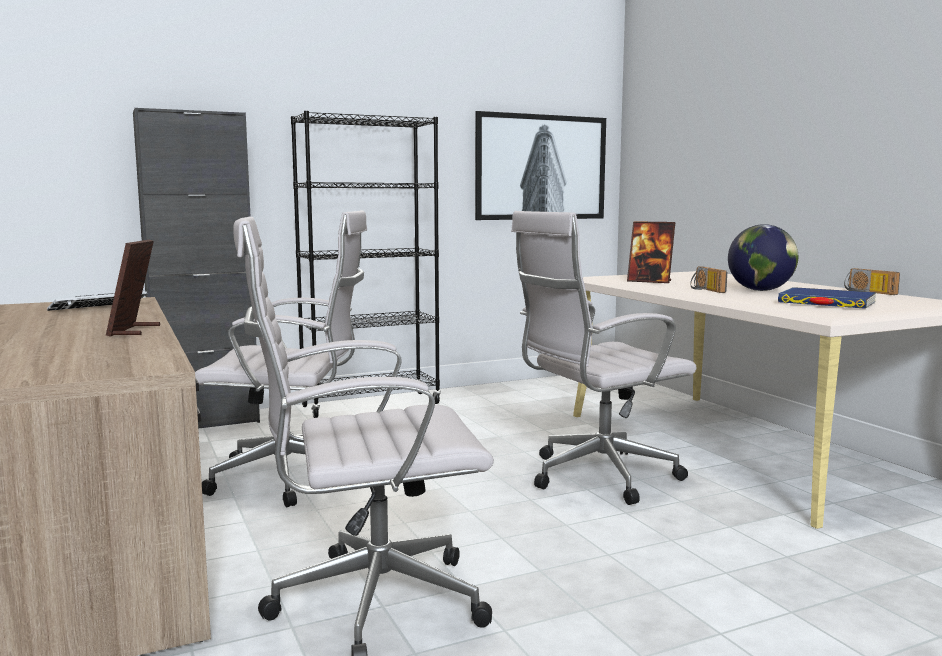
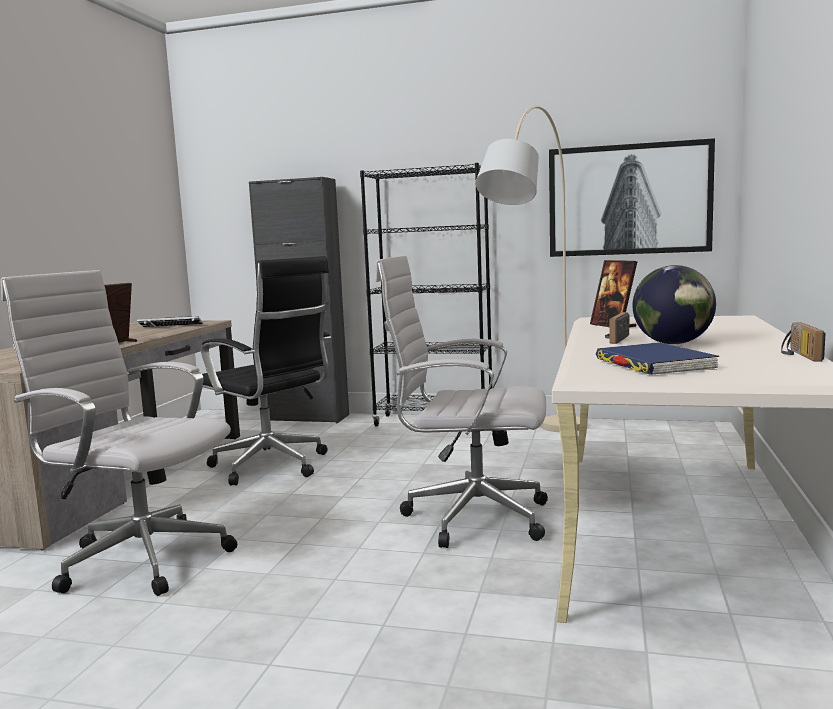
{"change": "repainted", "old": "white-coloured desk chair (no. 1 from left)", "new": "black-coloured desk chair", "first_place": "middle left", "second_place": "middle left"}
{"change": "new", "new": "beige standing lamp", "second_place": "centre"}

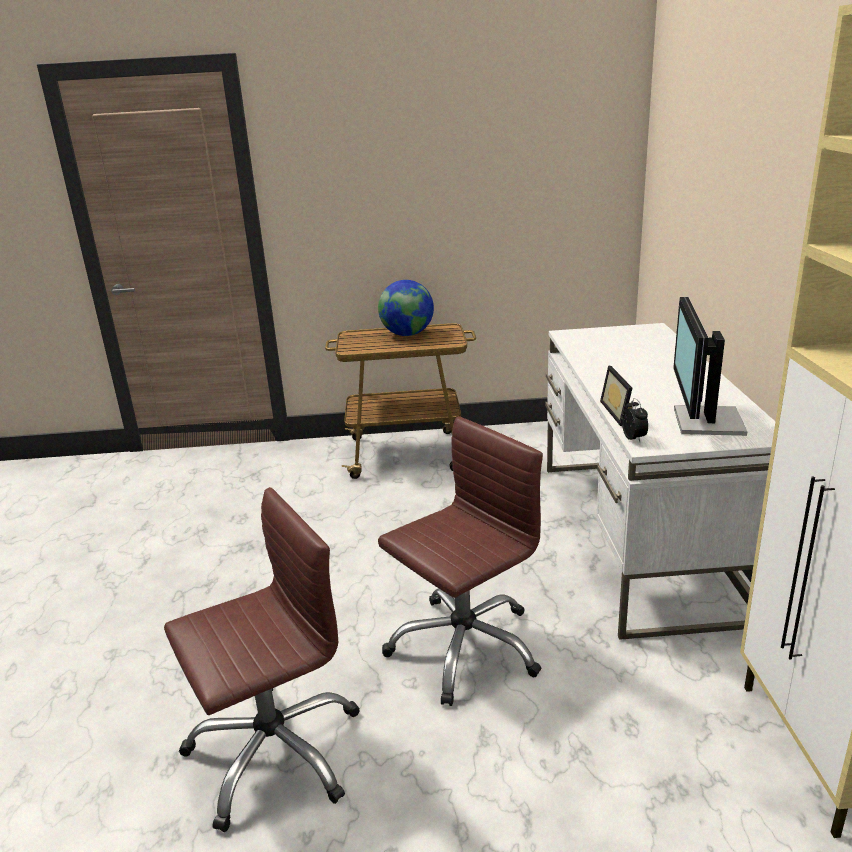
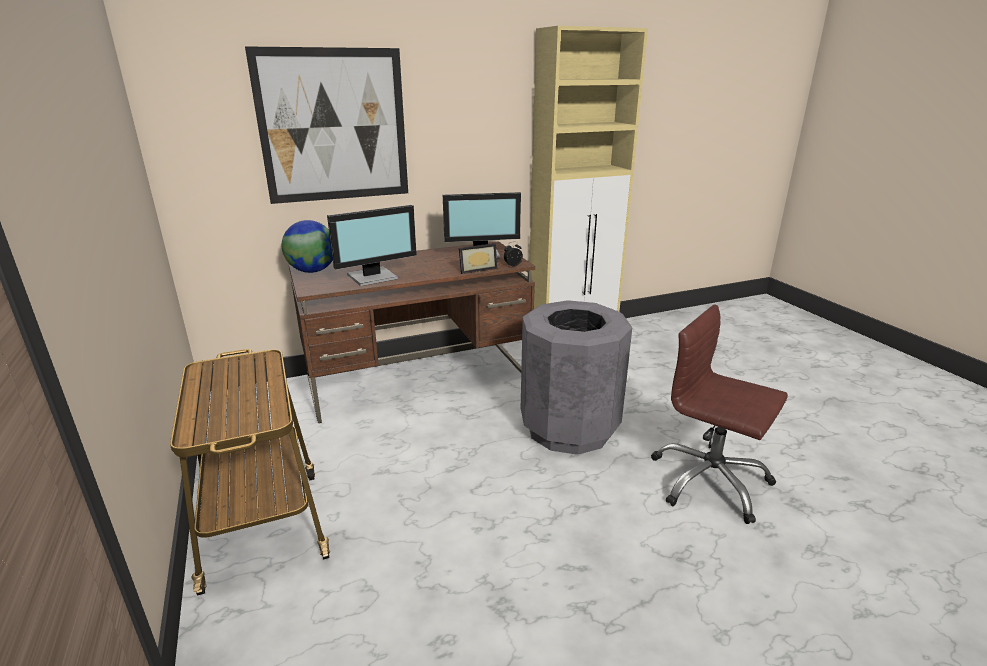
{"change": "new", "new": "picture", "second_place": "top left"}
{"change": "shifted", "old": "desk globe", "first_place": "centre", "second_place": "middle left"}
{"change": "repainted", "old": "white-coloured desk table", "new": "brown-coloured desk table", "first_place": "middle right", "second_place": "centre"}
{"change": "new", "new": "computer screen (no. 1 from left)", "second_place": "centre"}
{"change": "swapped", "old": "brown-coloured desk chair (no. 2 from left)", "new": "gray waste bin", "first_place": "centre", "second_place": "centre"}

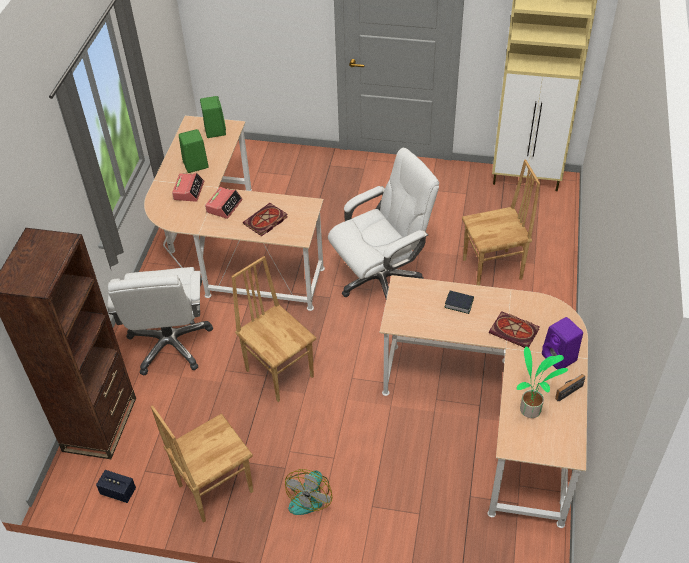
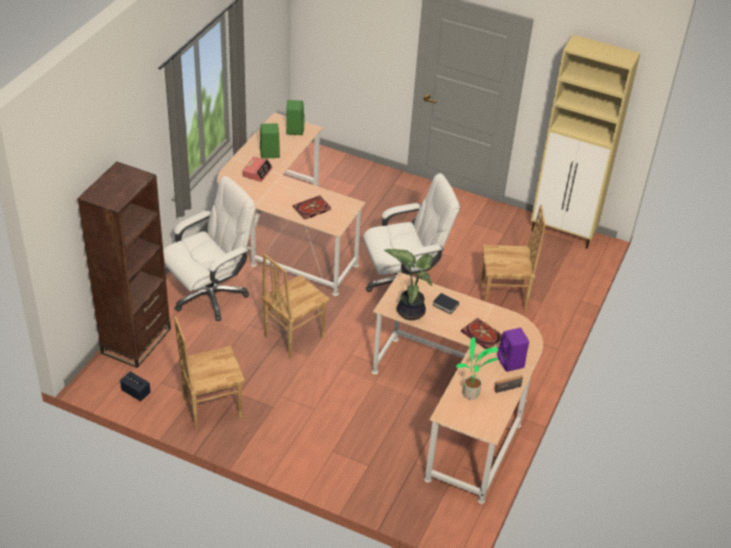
{"change": "rotated", "old": "white-coloured desk chair (no. 1 from left)", "first_place": "middle left", "second_place": "middle left", "degrees": -135}
{"change": "rotated", "old": "brown-coloured plain chair (no. 2 from left)", "first_place": "centre", "second_place": "centre", "degrees": -105}
{"change": "new", "new": "houseplant (no. 1 from left)", "second_place": "centre"}
{"change": "gone", "old": "alarm clock (no. 2 from left)", "first_place": "middle left"}
{"change": "gone", "old": "fan", "first_place": "bottom centre"}

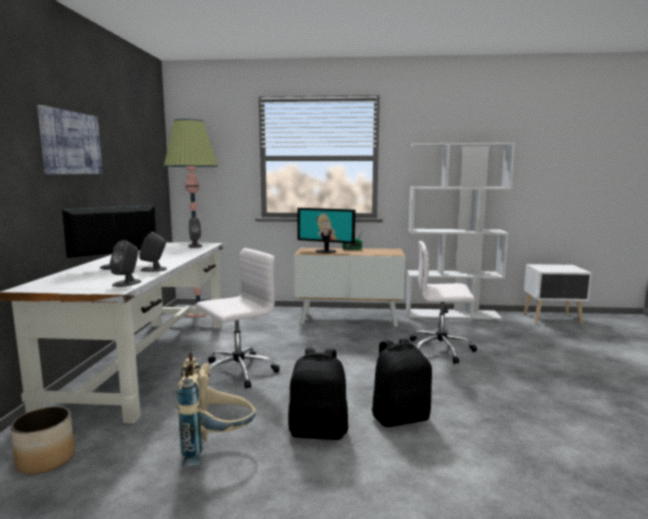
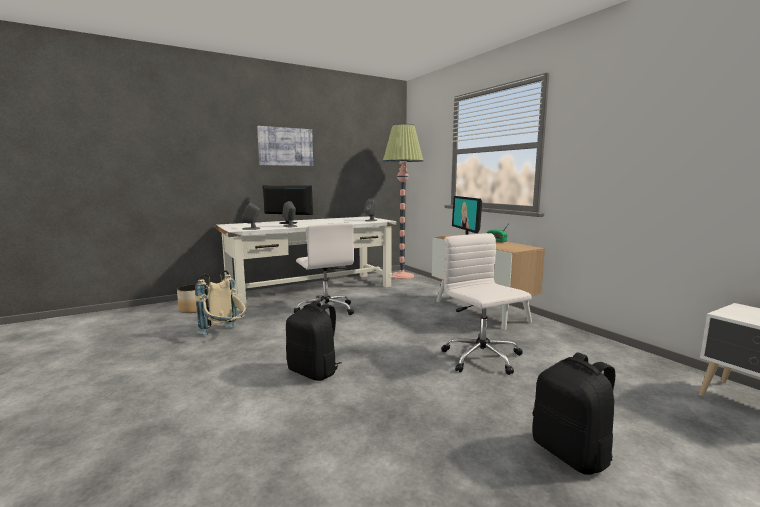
{"change": "rotated", "old": "white-coloured desk chair (no. 1 from left)", "first_place": "centre", "second_place": "centre", "degrees": 45}
{"change": "shifted", "old": "black-coloured knapsack (no. 1 from left in the first image)", "new": "black-coloured knapsack (no. 2 from left)", "first_place": "bottom centre", "second_place": "bottom right"}
{"change": "gone", "old": "white-coloured shelving unit", "first_place": "middle right"}

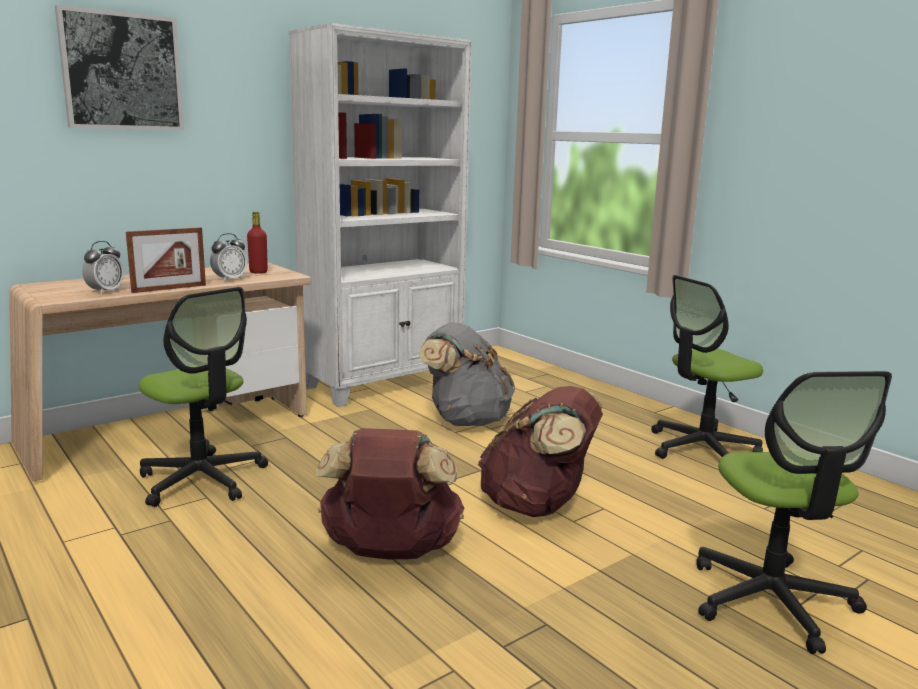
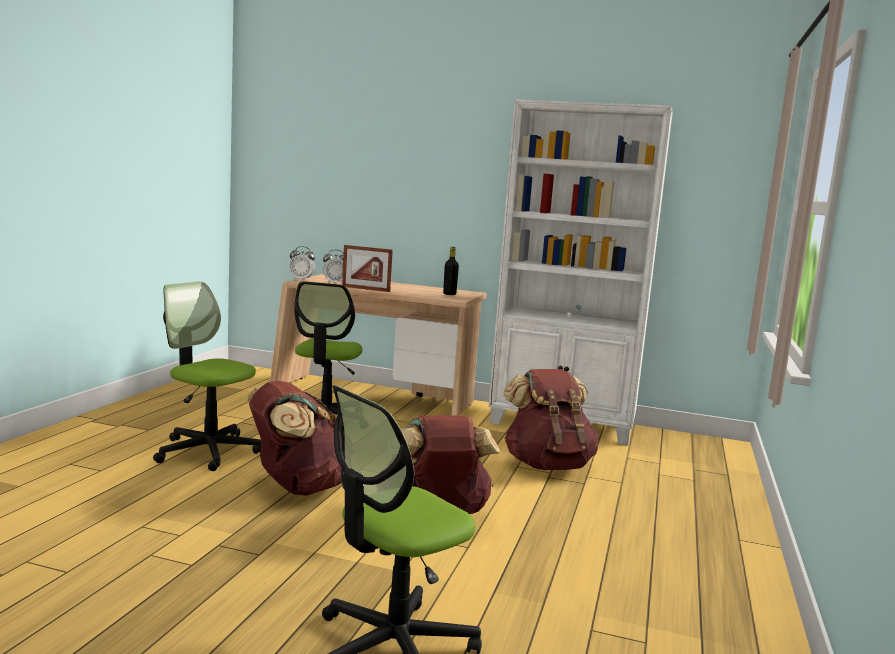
{"change": "shifted", "old": "desk chair (no. 2 from left in the first image)", "new": "desk chair (no. 1 from left)", "first_place": "middle right", "second_place": "middle left"}
{"change": "shifted", "old": "alarm clock (no. 2 from left in the first image)", "new": "alarm clock (no. 1 from left)", "first_place": "middle left", "second_place": "centre"}
{"change": "repainted", "old": "red beverage bottle", "new": "black-coloured beverage bottle", "first_place": "middle left", "second_place": "centre"}
{"change": "repainted", "old": "gray knapsack", "new": "brown-coloured knapsack (no. 3 from left)", "first_place": "centre", "second_place": "centre"}
{"change": "gone", "old": "picture", "first_place": "top left"}

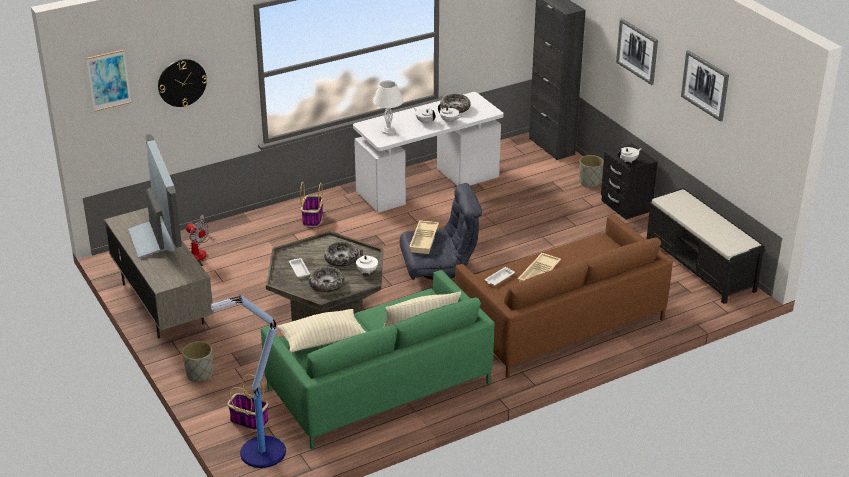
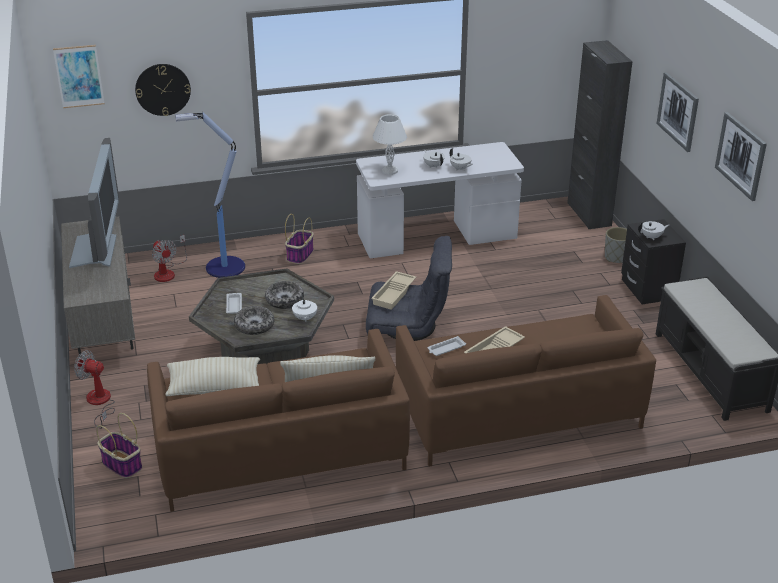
{"change": "swapped", "old": "gray flower pot (no. 1 from left)", "new": "fan (no. 1 from left)", "first_place": "bottom left", "second_place": "bottom left"}
{"change": "repainted", "old": "greenish couch", "new": "brown-coloured couch (no. 1 from left)", "first_place": "bottom centre", "second_place": "bottom centre"}
{"change": "shifted", "old": "standing lamp", "first_place": "bottom left", "second_place": "top left"}
{"change": "gone", "old": "bowl (no. 3 from left)", "first_place": "top centre"}

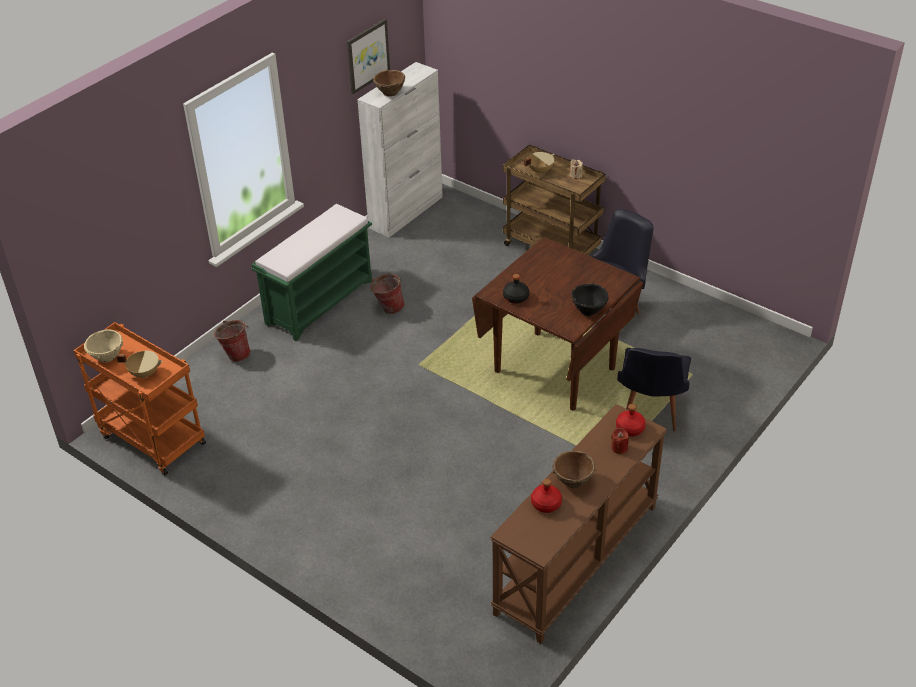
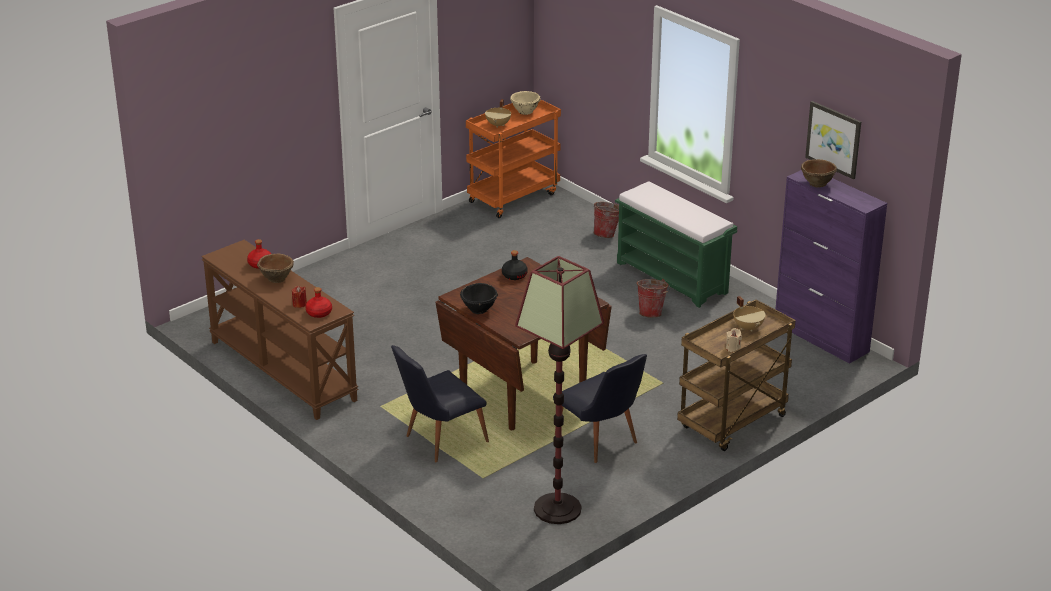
{"change": "rotated", "old": "black-coloured plain chair (no. 2 from left in the first image)", "first_place": "middle right", "second_place": "bottom centre", "degrees": -60}
{"change": "new", "new": "standing lamp", "second_place": "centre"}
{"change": "repainted", "old": "white-coloured storage cabinet", "new": "purplish storage cabinet", "first_place": "top centre", "second_place": "middle right"}

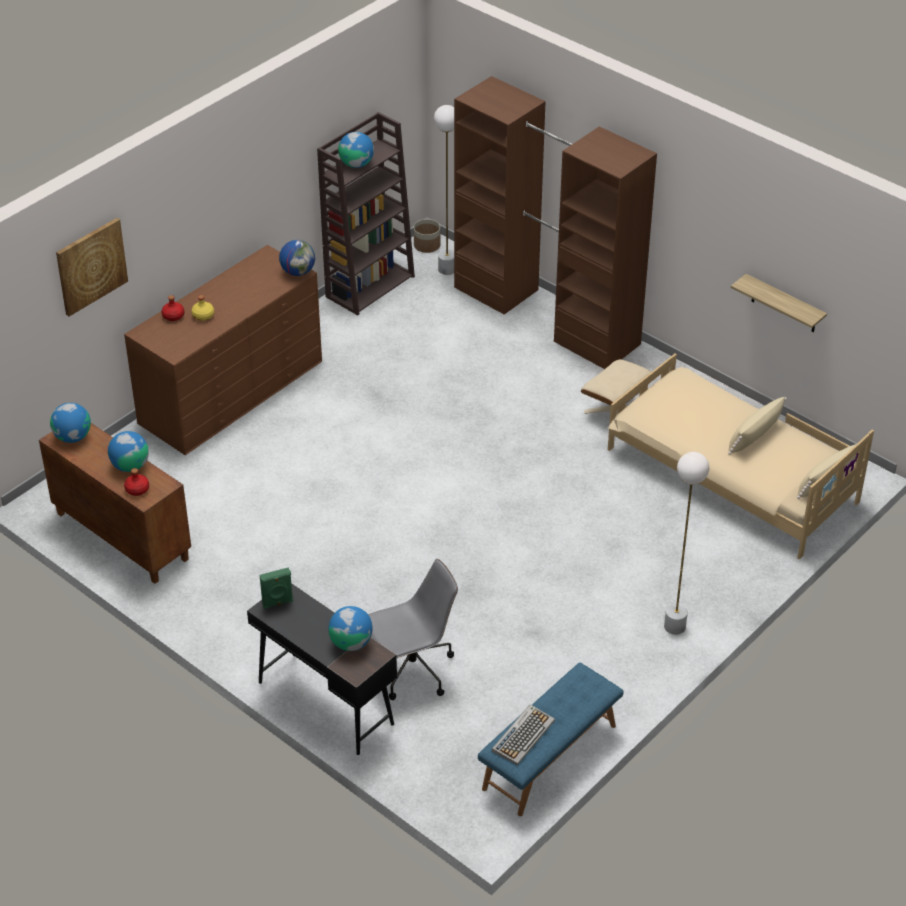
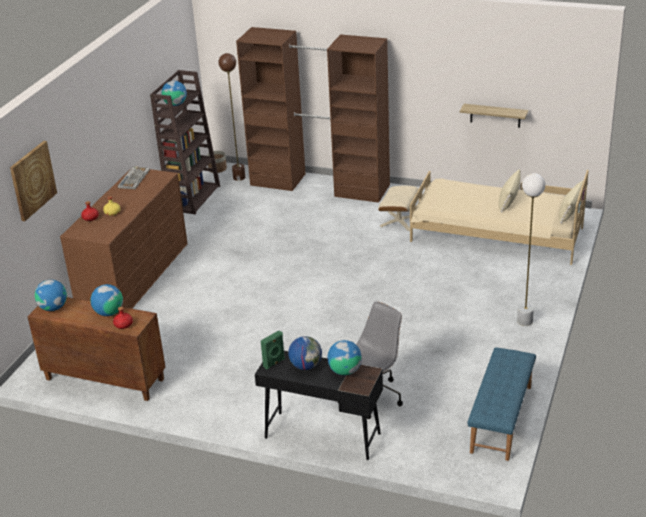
{"change": "shifted", "old": "PC keyboard", "first_place": "bottom centre", "second_place": "middle left"}
{"change": "repainted", "old": "white-coloured standing lamp (no. 1 from left)", "new": "brown-coloured standing lamp", "first_place": "top centre", "second_place": "top centre"}
{"change": "shifted", "old": "desk globe (no. 3 from left in the first image)", "new": "desk globe (no. 4 from left)", "first_place": "top left", "second_place": "bottom centre"}

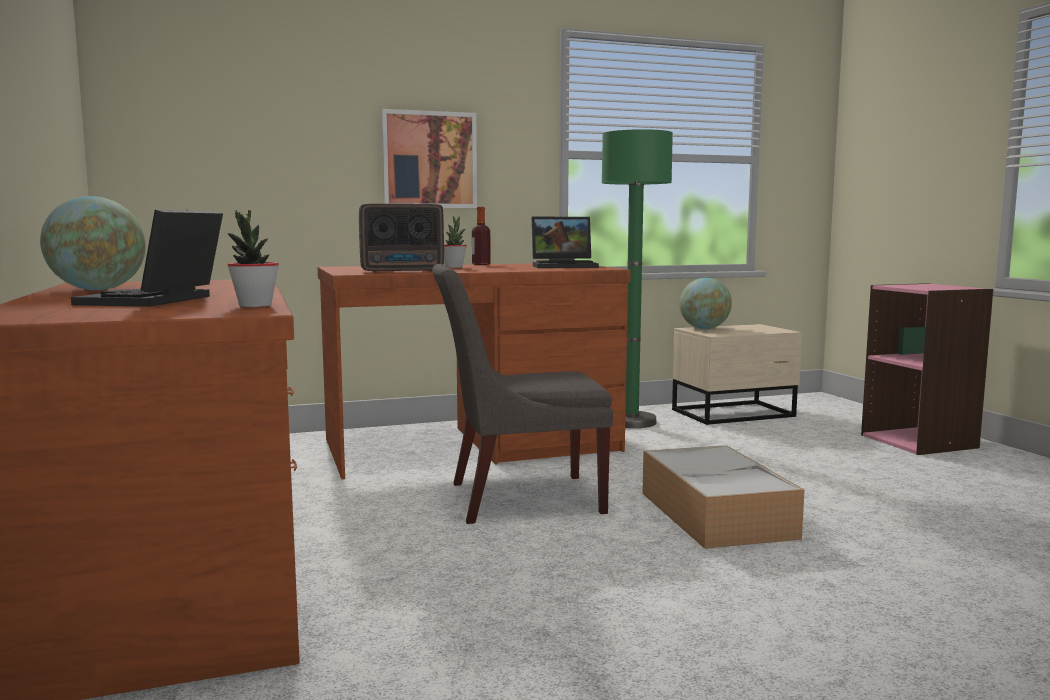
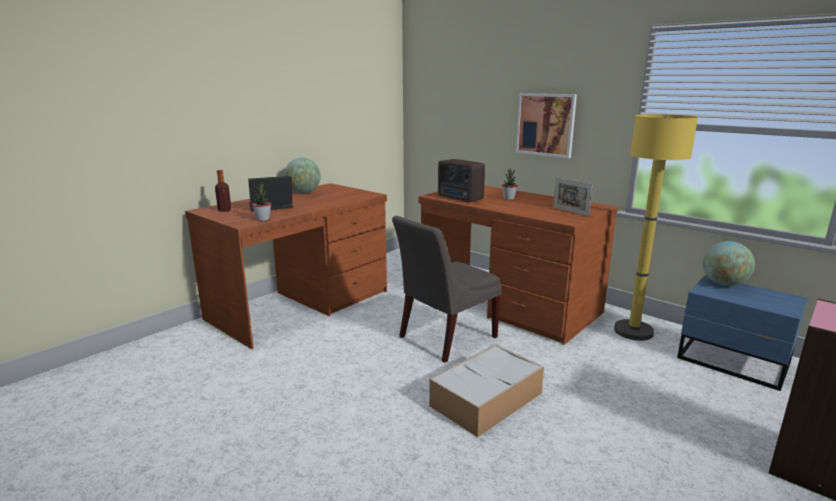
{"change": "shifted", "old": "beverage bottle", "first_place": "centre", "second_place": "middle left"}
{"change": "rotated", "old": "gray plain chair", "first_place": "centre", "second_place": "centre", "degrees": -90}
{"change": "swapped", "old": "portable computer (no. 2 from left)", "new": "photo frame", "first_place": "centre", "second_place": "middle right"}
{"change": "repainted", "old": "greenish standing lamp", "new": "yellow-coloured standing lamp", "first_place": "centre", "second_place": "middle right"}
{"change": "repainted", "old": "beige bedside table", "new": "blue-coloured bedside table", "first_place": "middle right", "second_place": "middle right"}

